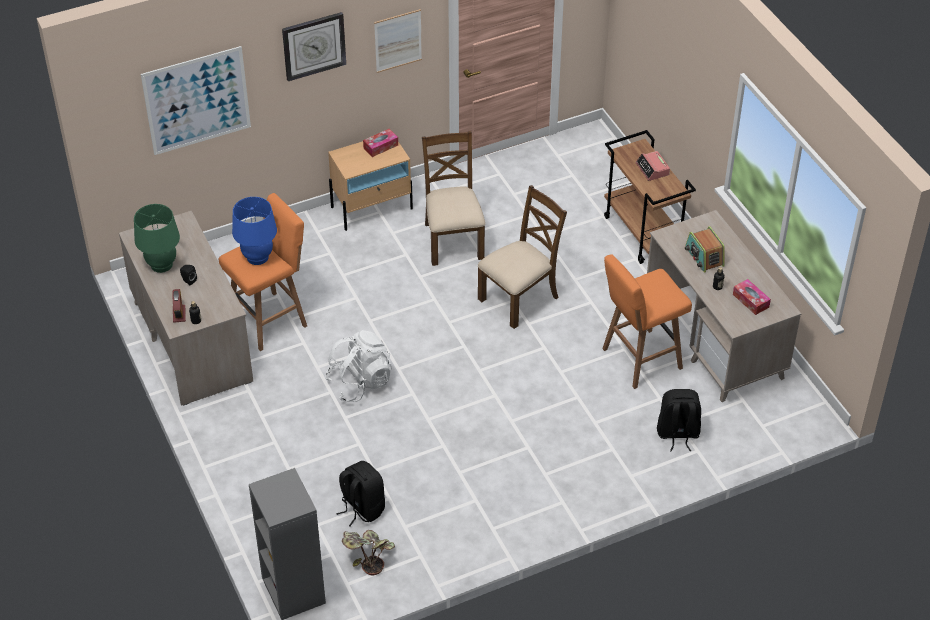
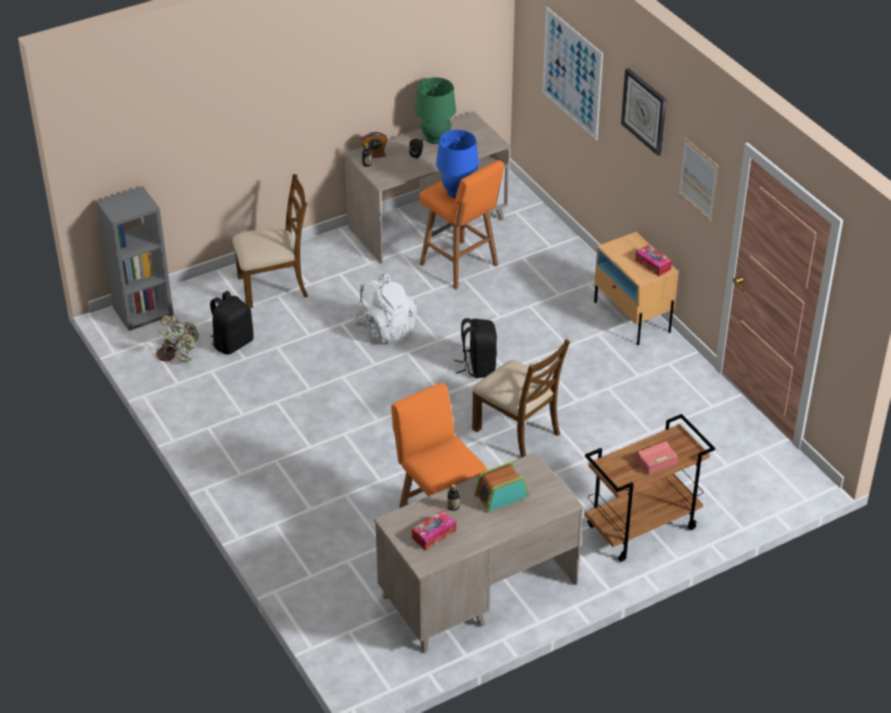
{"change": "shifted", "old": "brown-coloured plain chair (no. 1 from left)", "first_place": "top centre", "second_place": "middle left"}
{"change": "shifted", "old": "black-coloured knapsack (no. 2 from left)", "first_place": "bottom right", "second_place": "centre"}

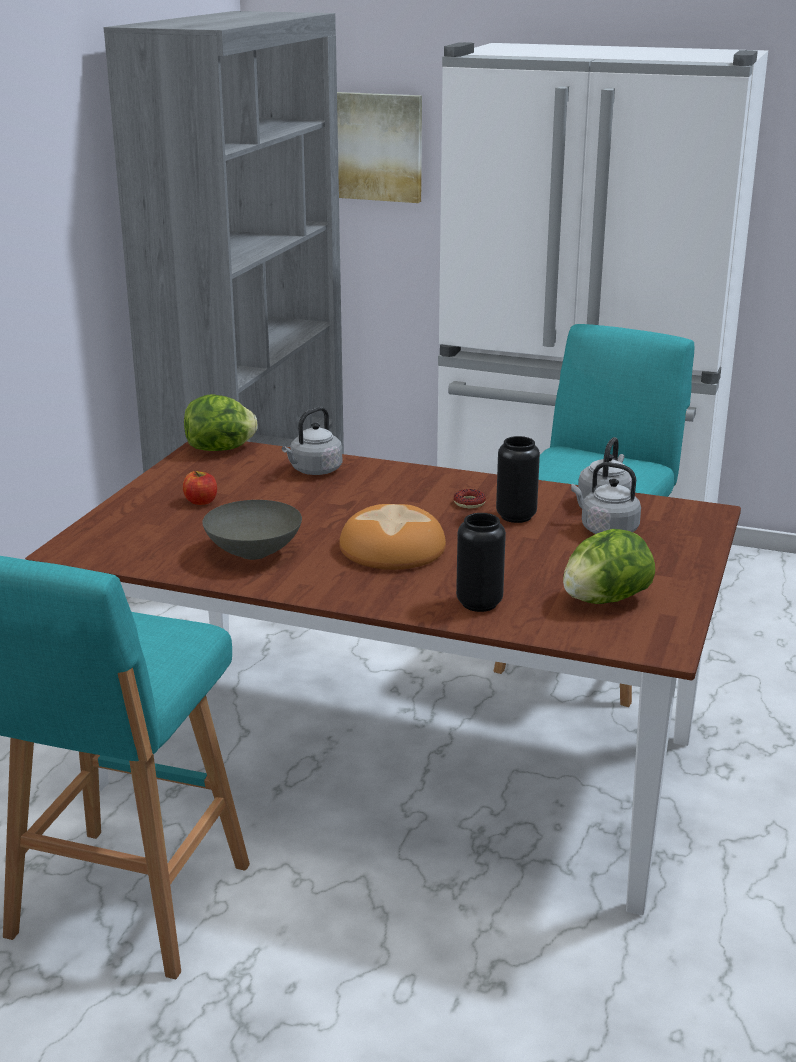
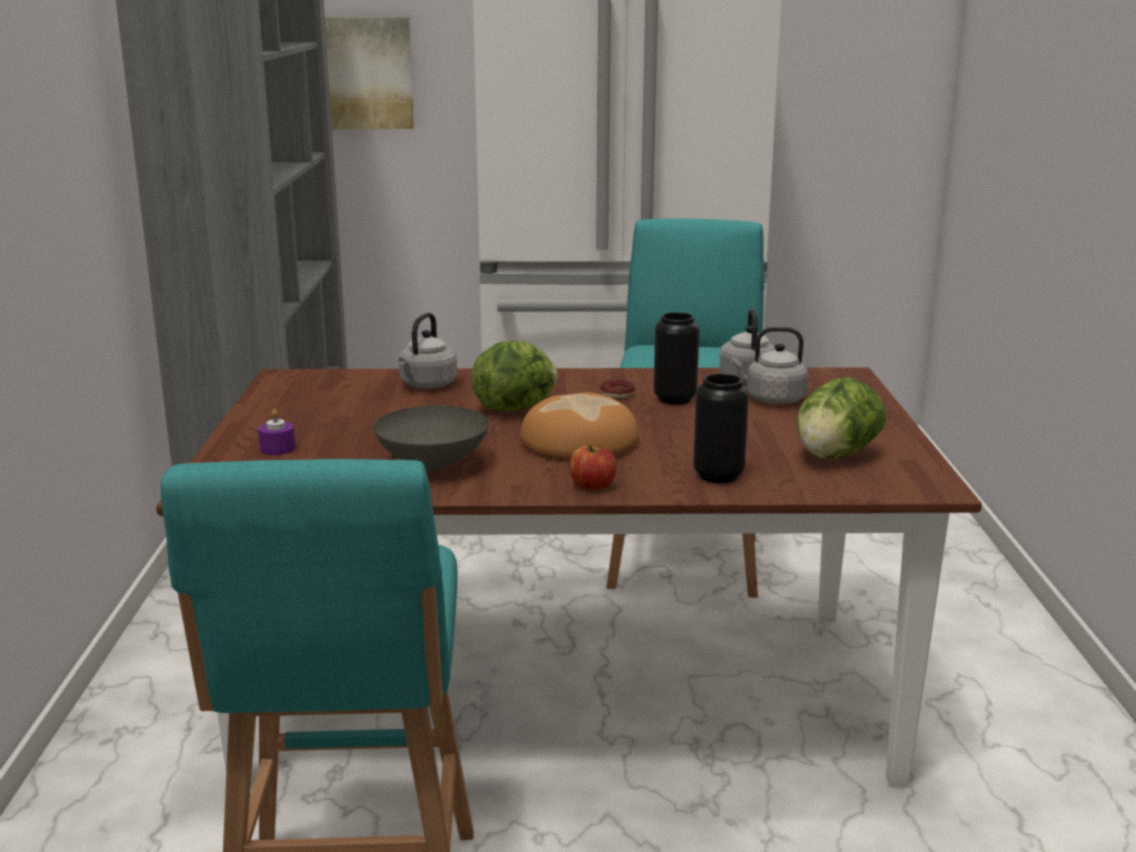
{"change": "new", "new": "purplish candle", "second_place": "middle left"}
{"change": "shifted", "old": "head of lettuce (no. 1 from left)", "first_place": "middle left", "second_place": "centre"}
{"change": "shifted", "old": "whole apple", "first_place": "middle left", "second_place": "centre"}

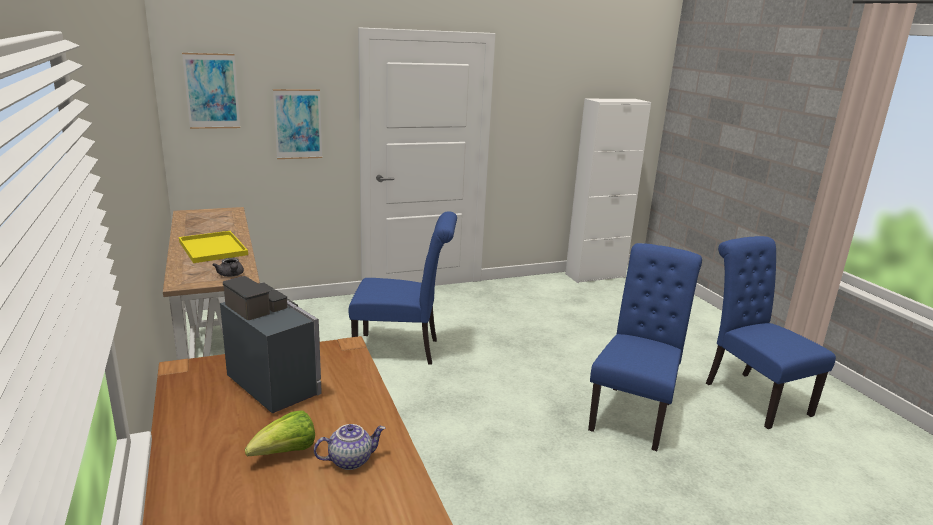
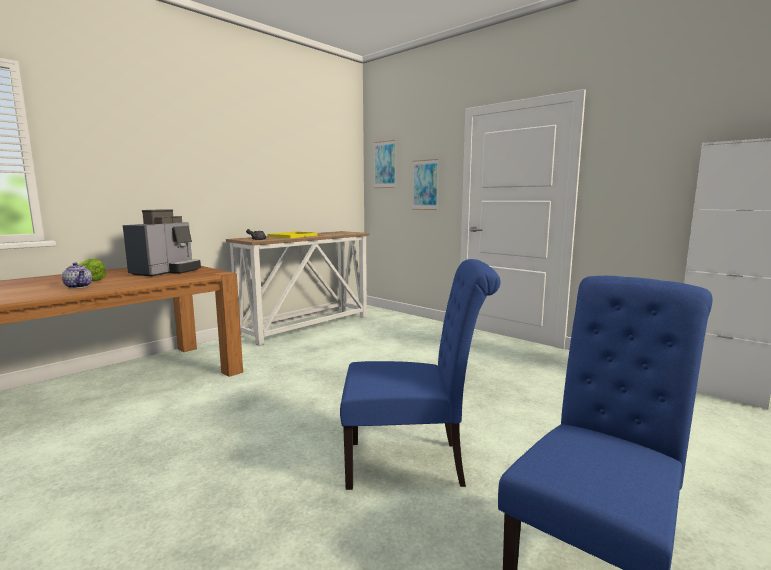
{"change": "gone", "old": "blue-coloured plain chair (no. 1 from left)", "first_place": "centre"}

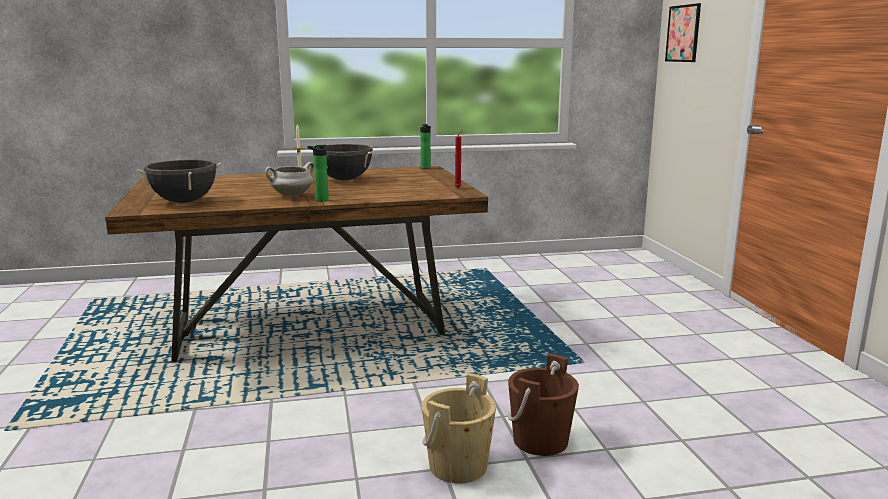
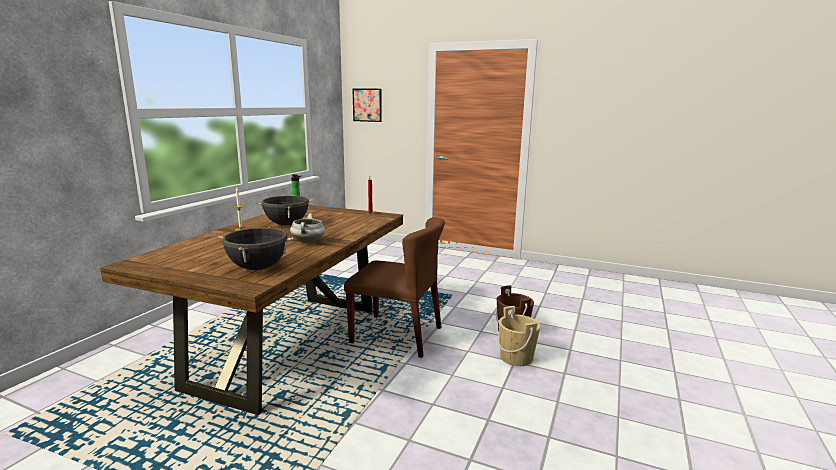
{"change": "new", "new": "brown-coloured plain chair", "second_place": "centre"}
{"change": "gone", "old": "beverage bottle (no. 1 from left)", "first_place": "centre"}

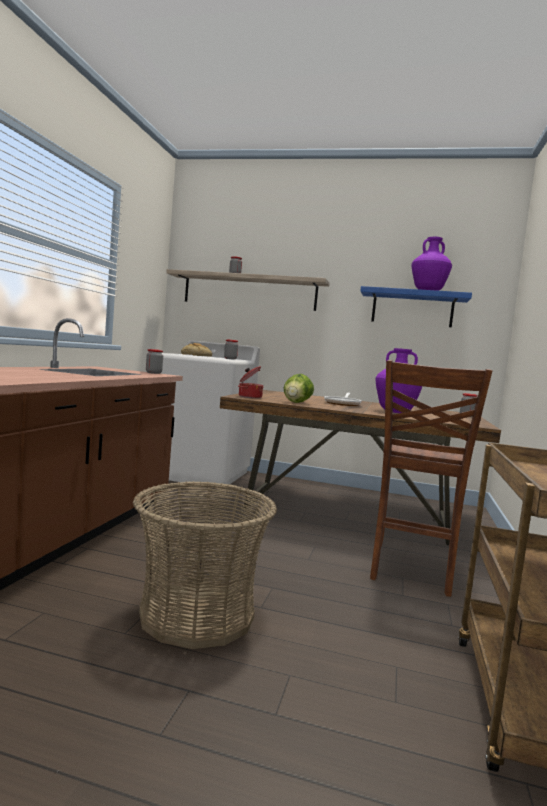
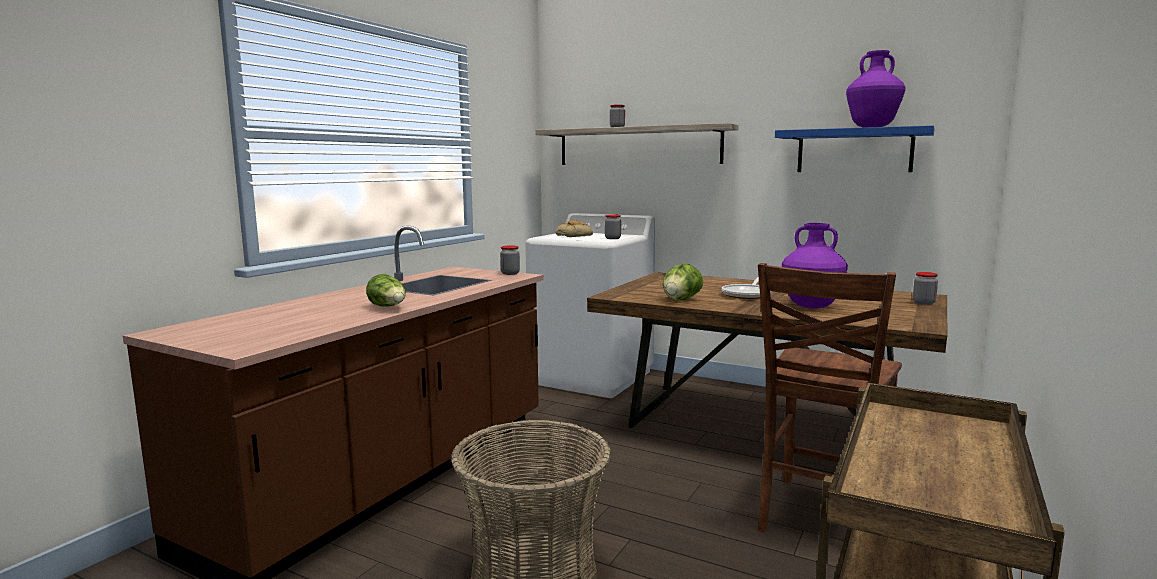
{"change": "new", "new": "head of lettuce (no. 1 from left)", "second_place": "centre"}
{"change": "gone", "old": "saucepot", "first_place": "centre"}

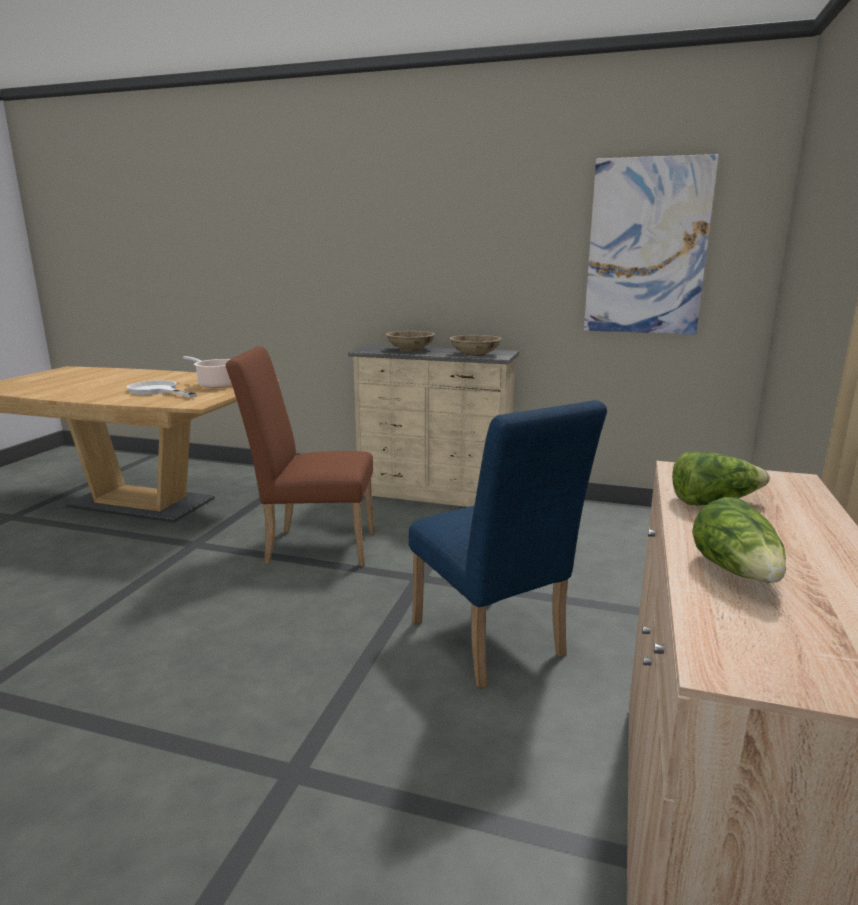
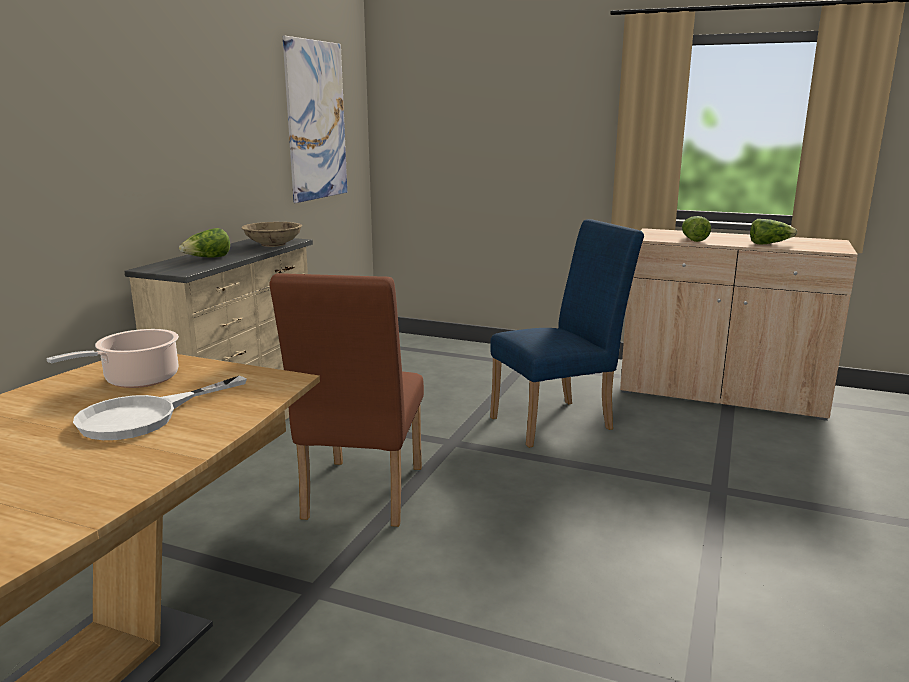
{"change": "swapped", "old": "beige bowl (no. 1 from left)", "new": "head of lettuce (no. 1 from left)", "first_place": "centre", "second_place": "middle left"}

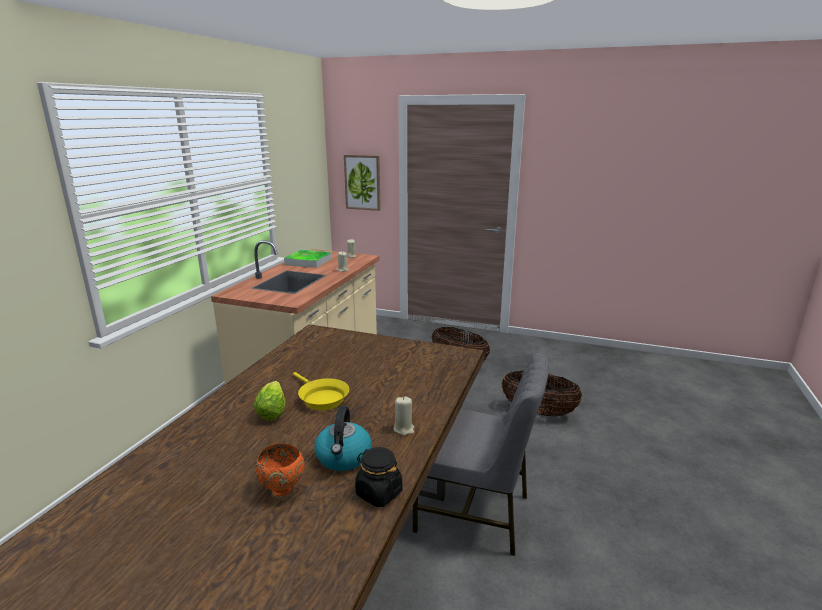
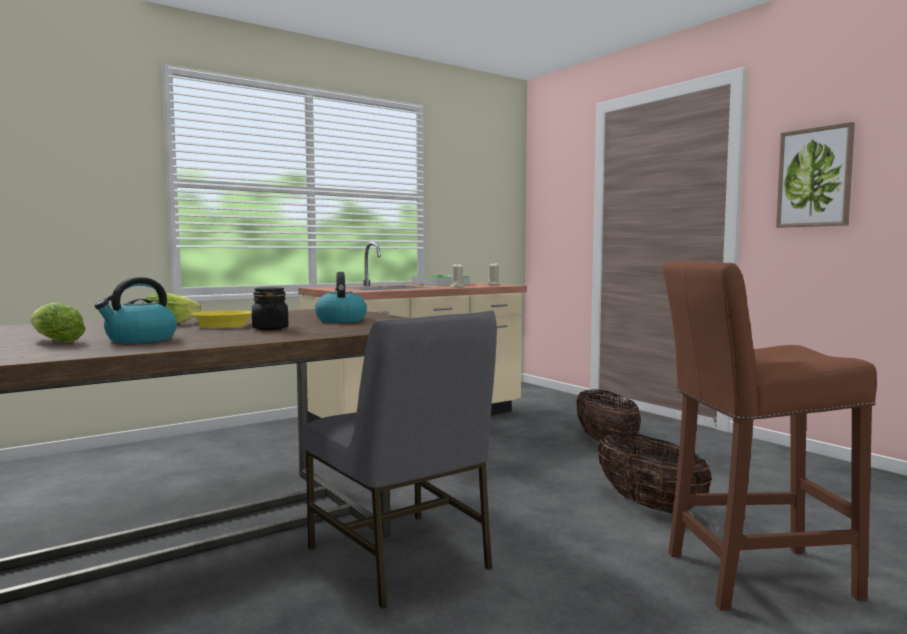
{"change": "swapped", "old": "orange-coloured bowl", "new": "head of lettuce (no. 1 from left)", "first_place": "bottom centre", "second_place": "middle left"}
{"change": "shifted", "old": "black-coloured preserve jar", "first_place": "bottom centre", "second_place": "middle left"}
{"change": "new", "new": "kettle (no. 2 from left)", "second_place": "centre"}
{"change": "new", "new": "brown-coloured stool seat", "second_place": "bottom right"}
{"change": "shifted", "old": "picture", "first_place": "top centre", "second_place": "top right"}
{"change": "gone", "old": "beige candle (no. 3 from left)", "first_place": "bottom centre"}

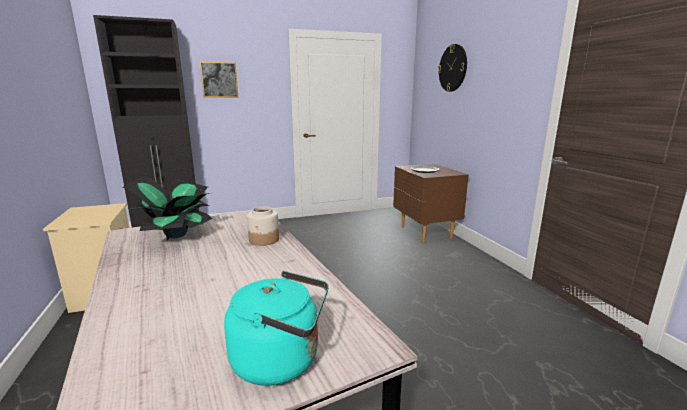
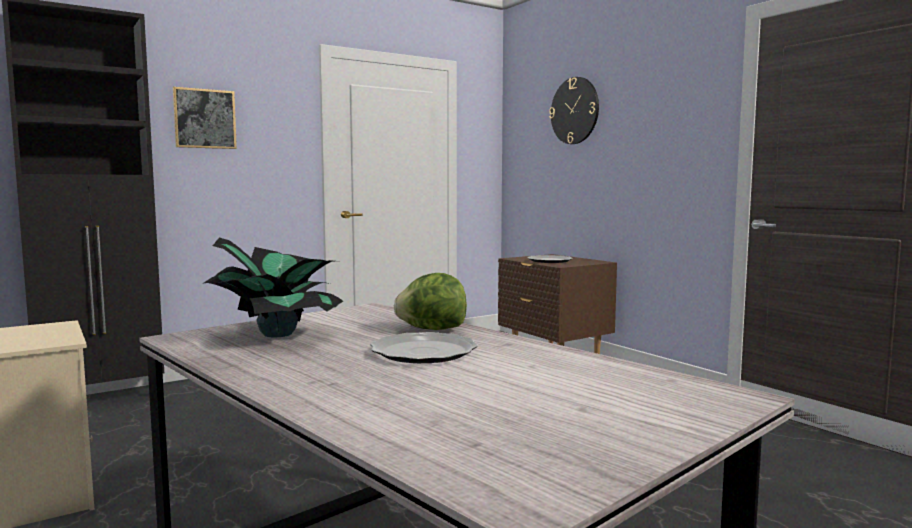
{"change": "new", "new": "flat dish (no. 1 from left)", "second_place": "centre"}
{"change": "swapped", "old": "preserve jar", "new": "head of lettuce", "first_place": "centre", "second_place": "centre"}
{"change": "gone", "old": "turquoise kettle", "first_place": "bottom centre"}

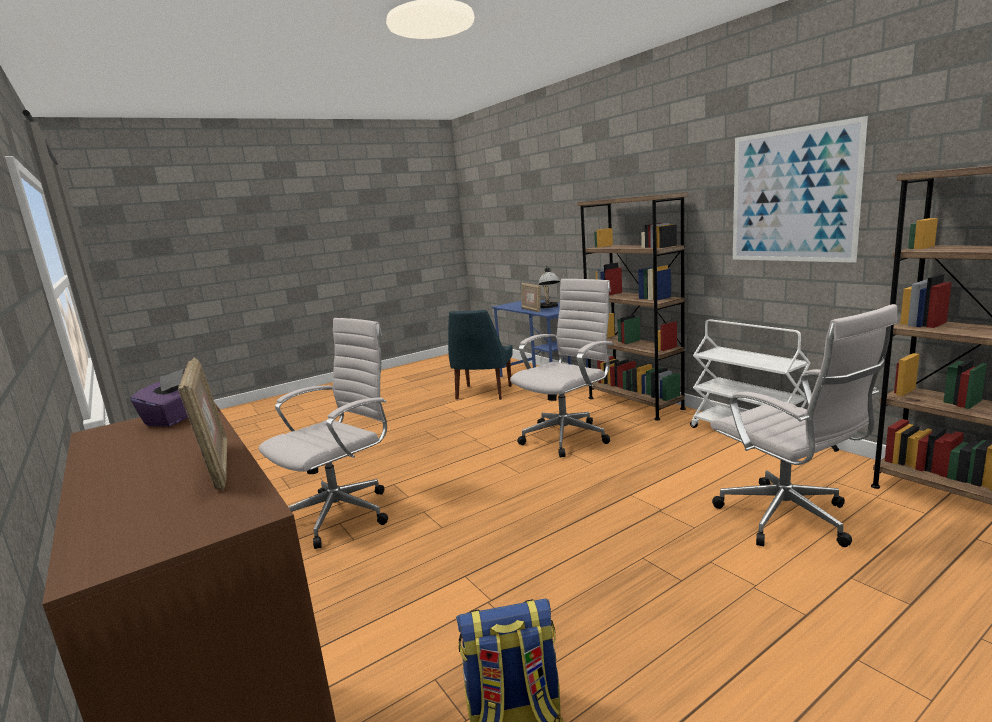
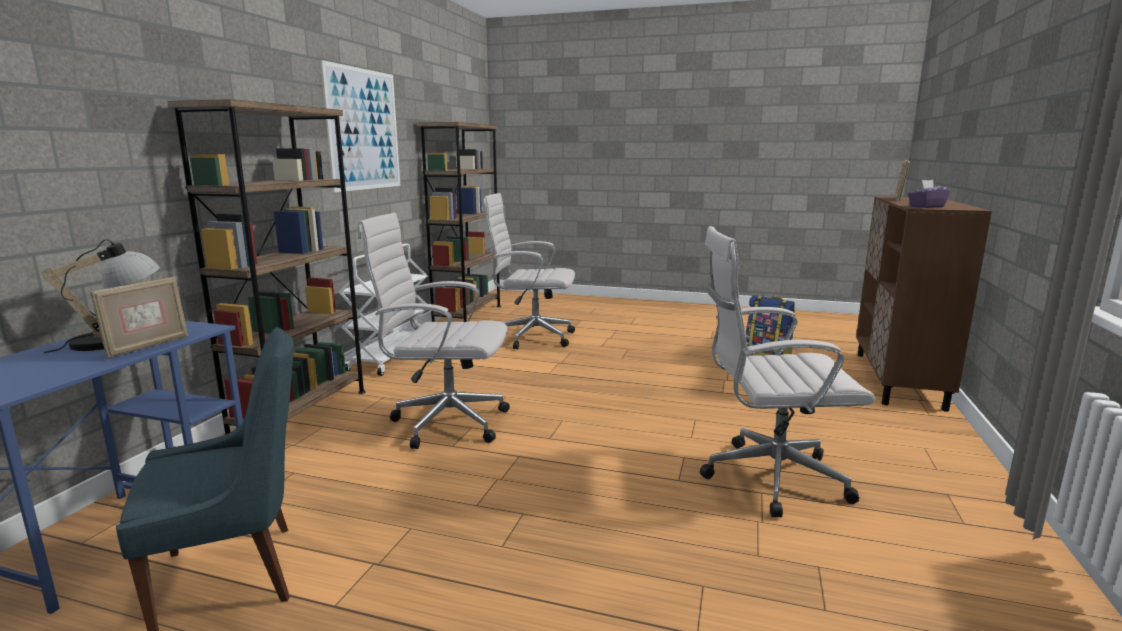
{"change": "rotated", "old": "white-coloured desk chair (no. 3 from left in the first image)", "first_place": "middle right", "second_place": "centre", "degrees": -105}

